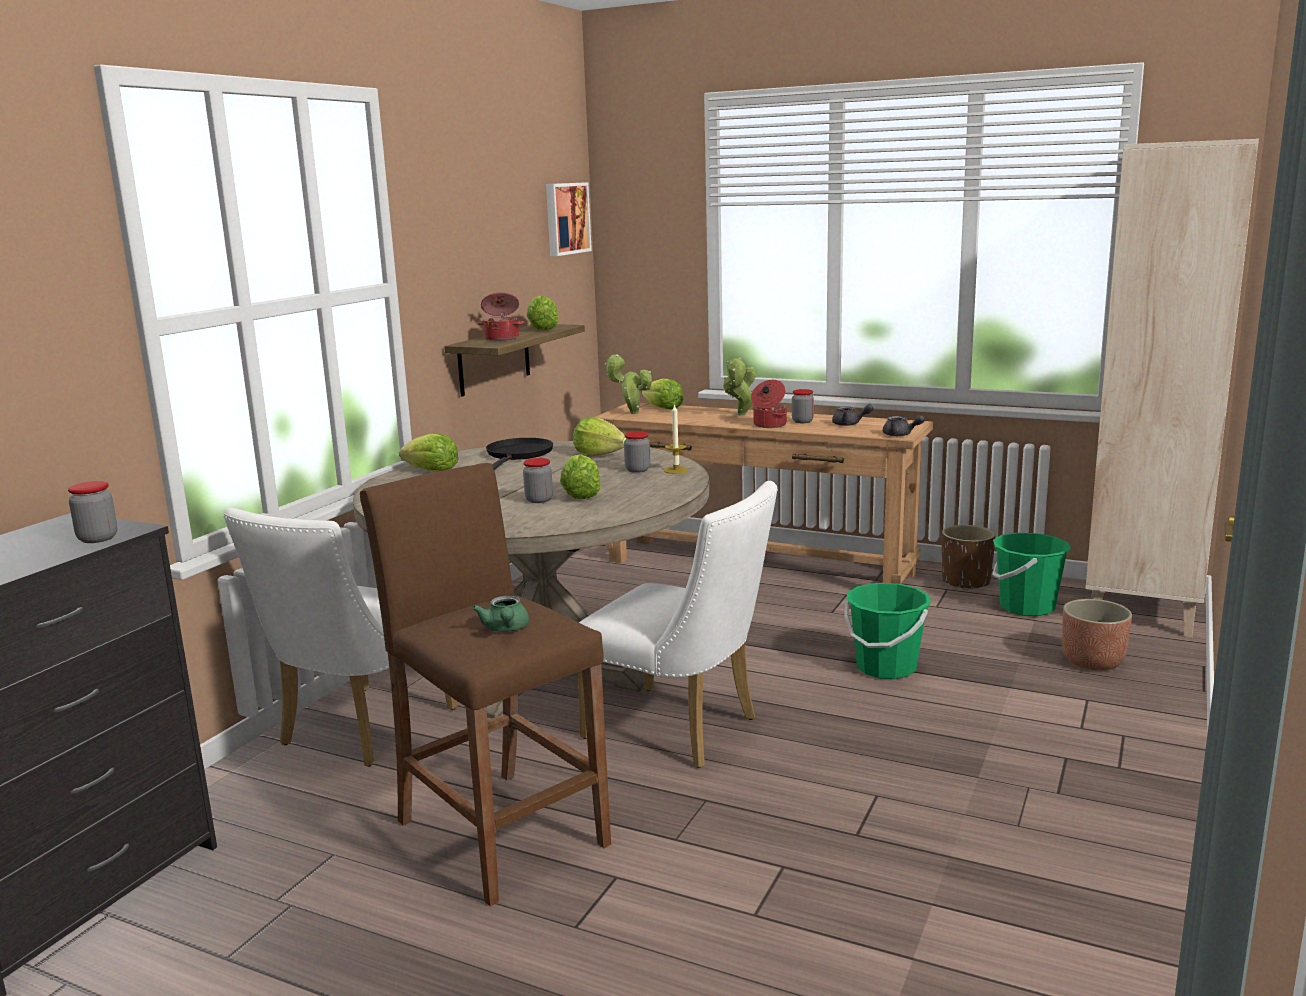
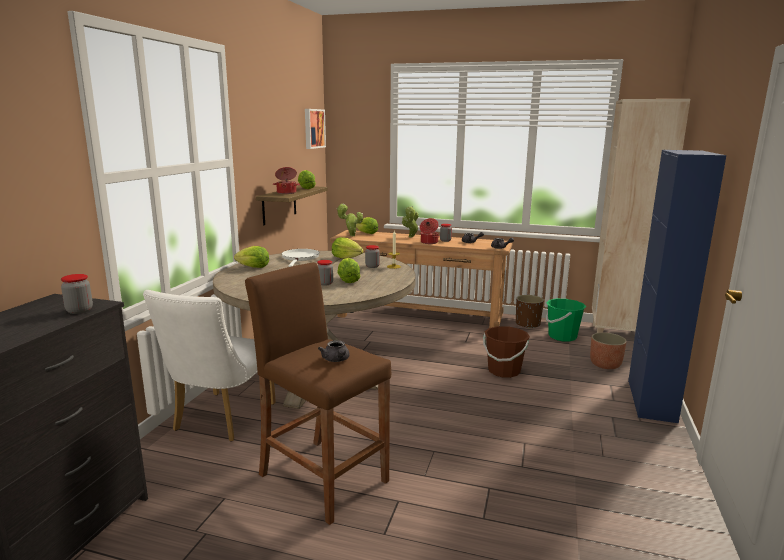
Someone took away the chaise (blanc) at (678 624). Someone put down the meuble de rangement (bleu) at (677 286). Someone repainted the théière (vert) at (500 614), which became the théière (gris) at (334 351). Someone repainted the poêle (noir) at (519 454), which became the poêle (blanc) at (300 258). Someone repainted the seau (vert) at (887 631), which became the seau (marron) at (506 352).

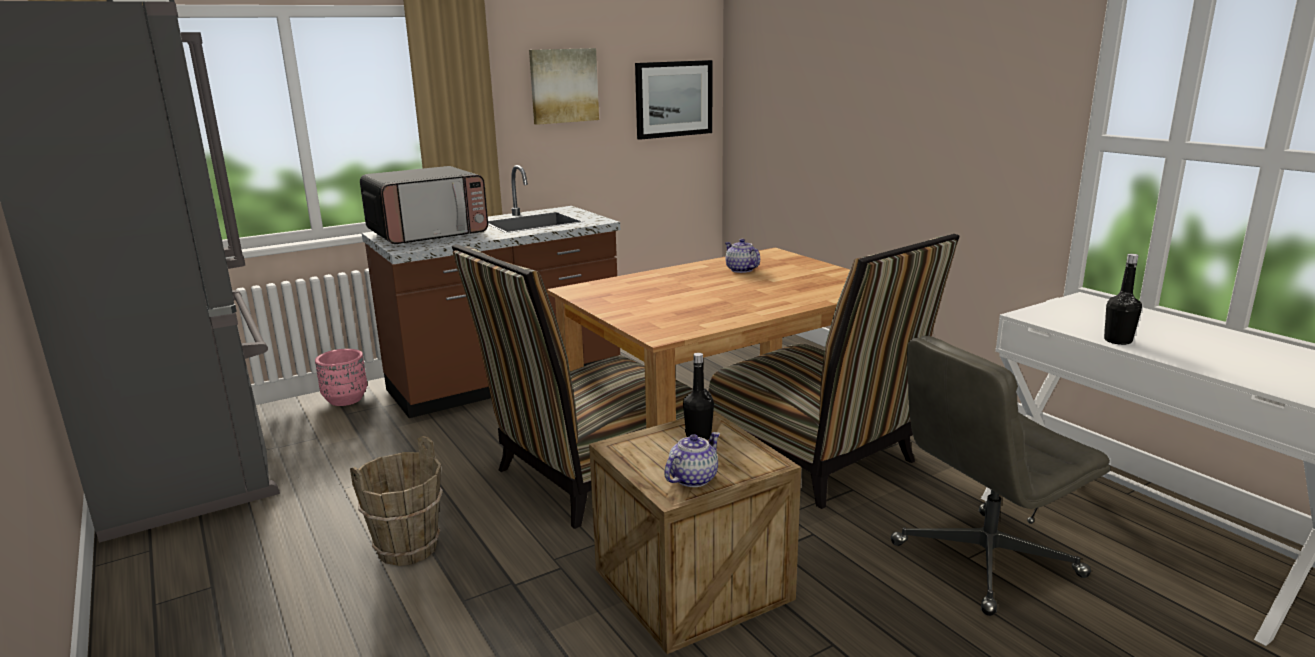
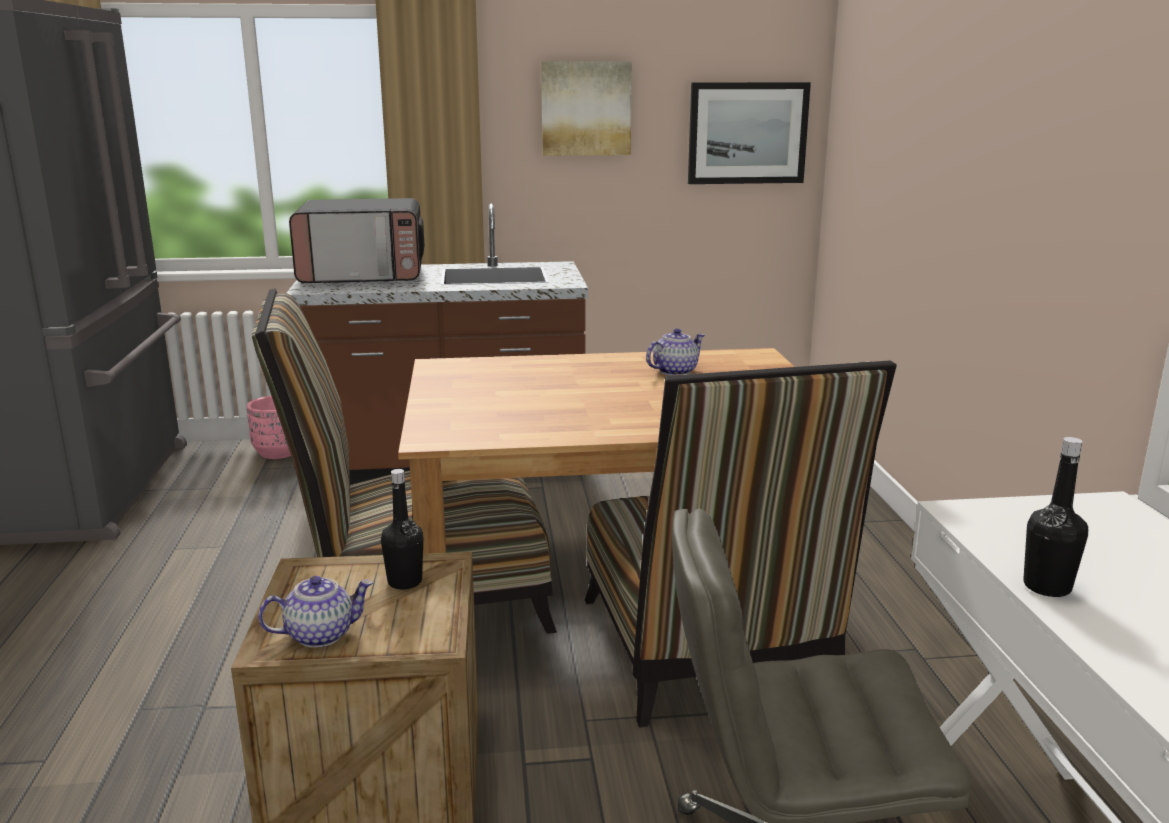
Someone took away the seau (marron) at (396 501). Someone rotated the théière at (742 256) by 60 degrees clockwise.

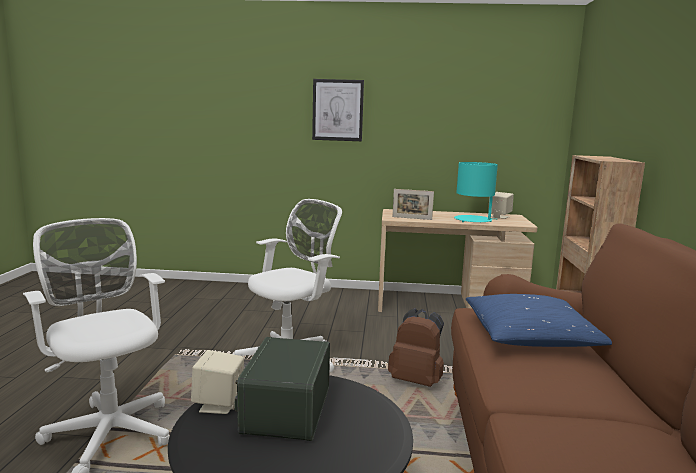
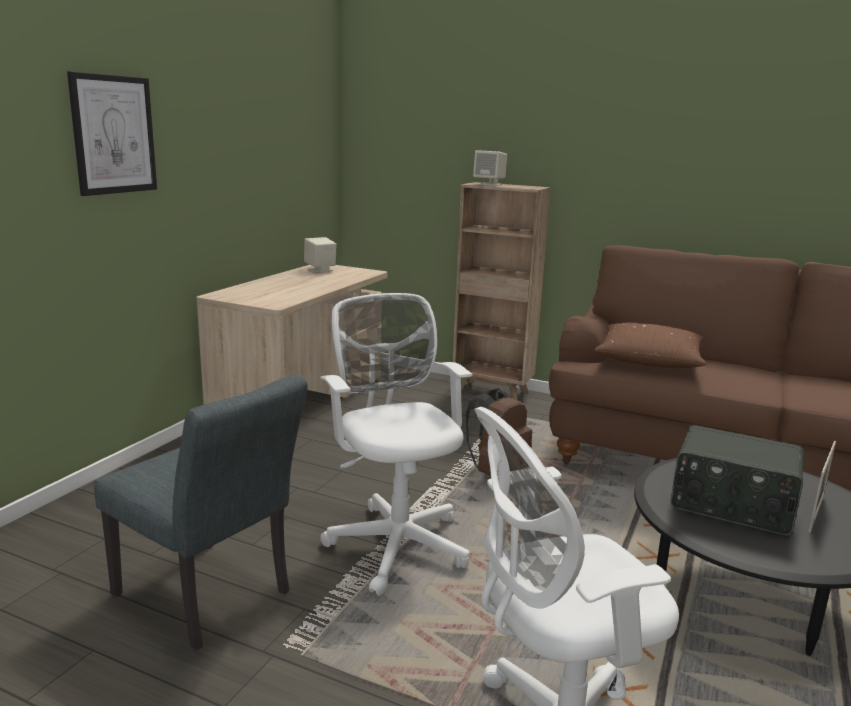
Someone took away the lampe de table (turquoise) at (476 192). Someone put down the chaise (gris) at (201 512). Someone carried the enceinte (beige) from (217 382) to (490 168). Someone carried the cadre photo from (413 204) to (822 487). Someone repainted the coussin (bleu) at (539 320), which became the coussin (marron) at (650 345).

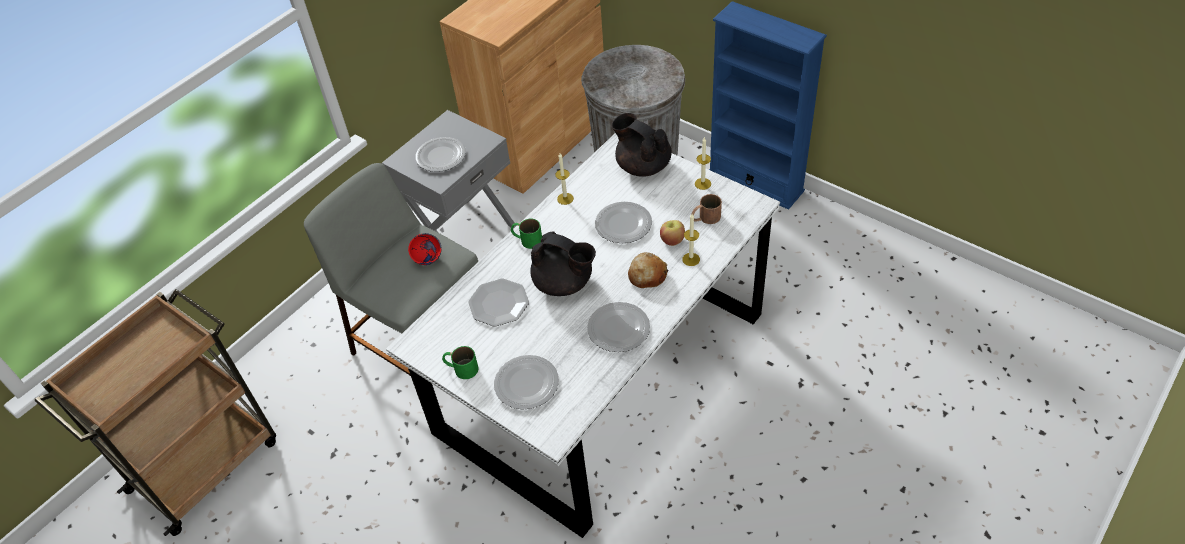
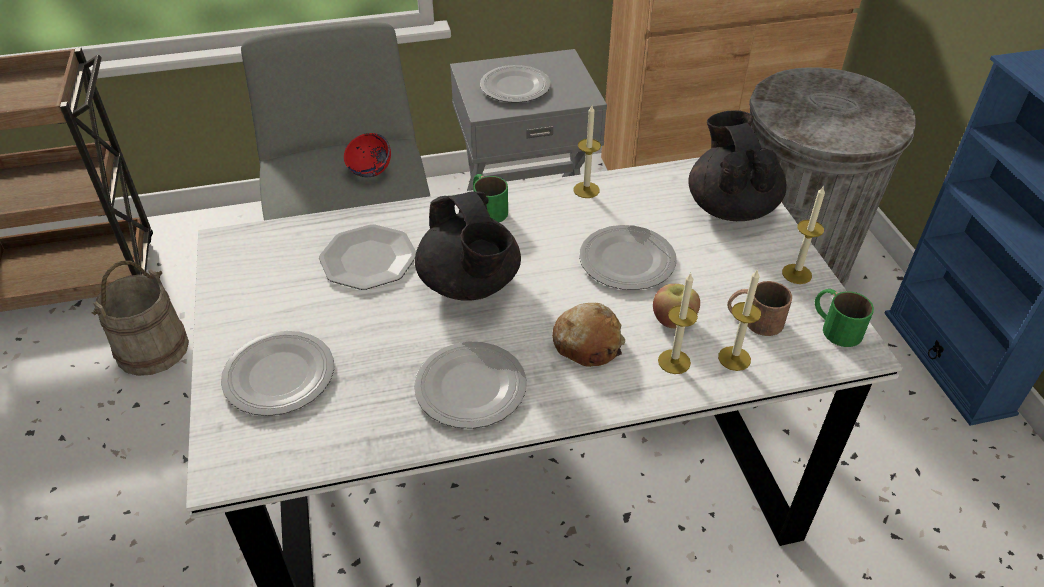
Someone put down the seau (beige) at (140 318). Someone put down the bougie at (739 320). Someone carried the mug (vert) from (460 362) to (844 318).

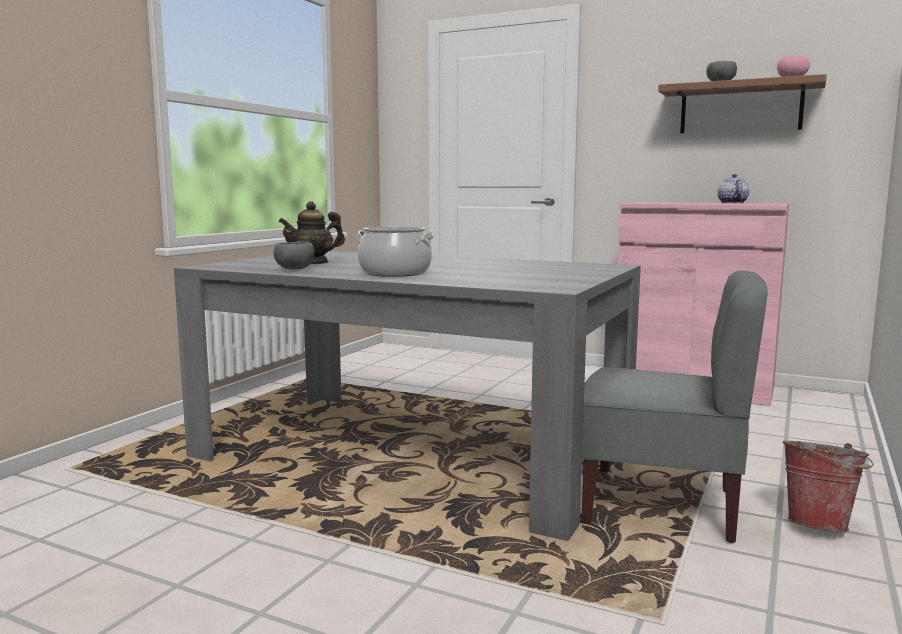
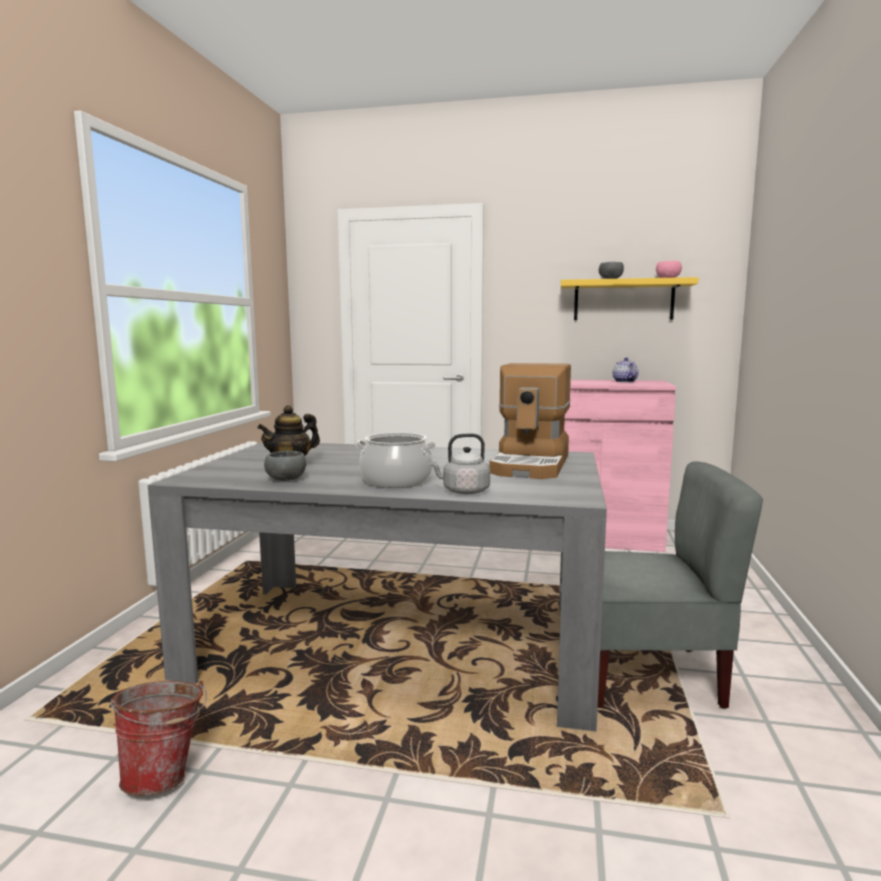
Someone put down the bouilloire (gris) at (459 463). Someone put down the machine à café at (530 421). Someone carried the seau from (828 486) to (158 738). Someone repainted the étagère (marron) at (742 104), which became the étagère (jaune) at (629 298).

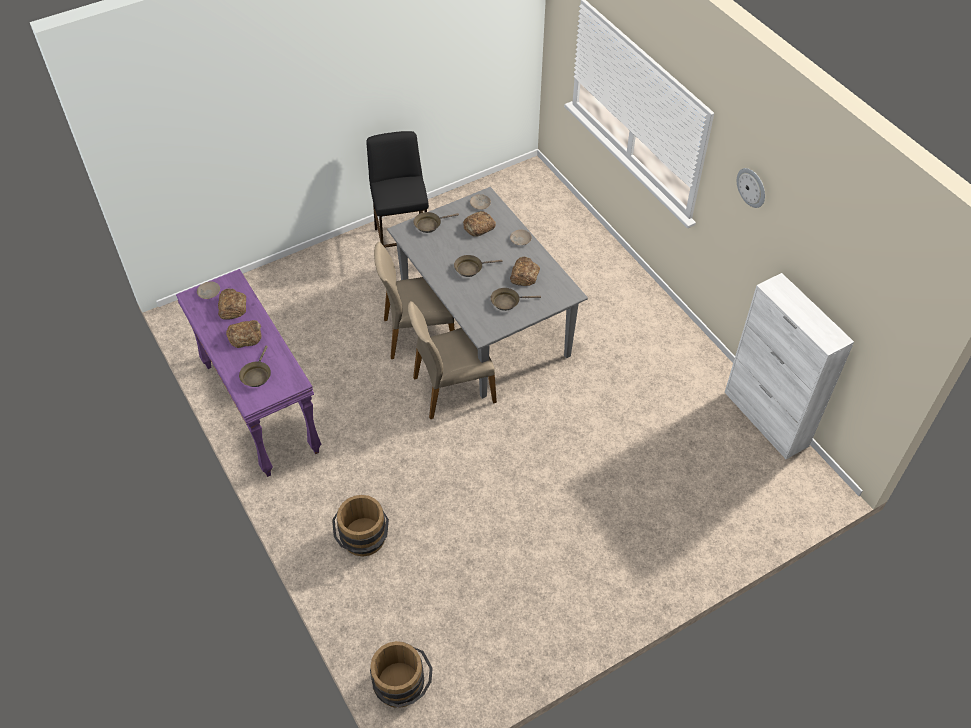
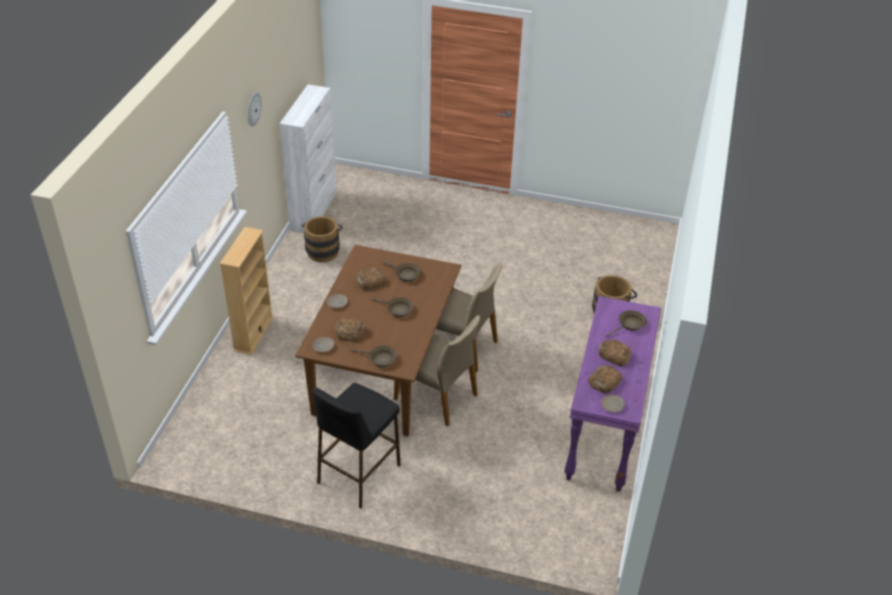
Someone put down the bibliothèque (beige) at (247 291). Someone carried the seau (marron) from (401 674) to (322 239). Someone repainted the table à manger (gris) at (487 293), which became the table à manger (marron) at (378 341).

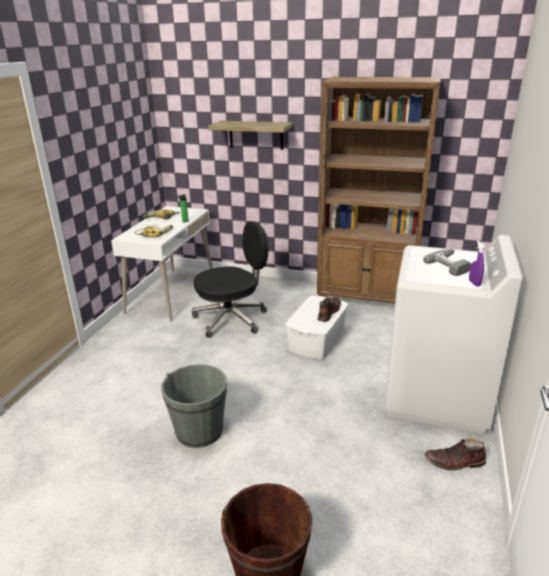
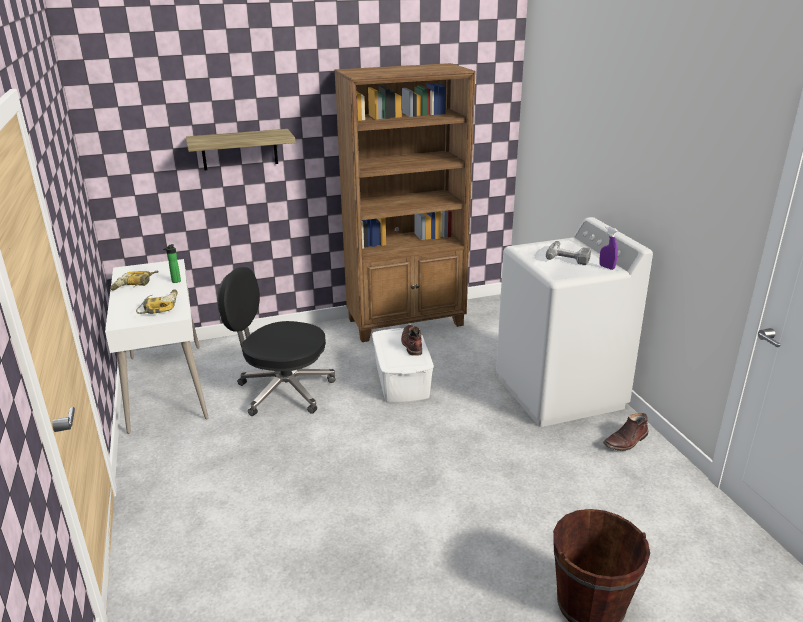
Someone took away the seau (gris) at (194 406). Someone rotated the chaise de bureau (noir) at (230 279) by 105 degrees counterclockwise.

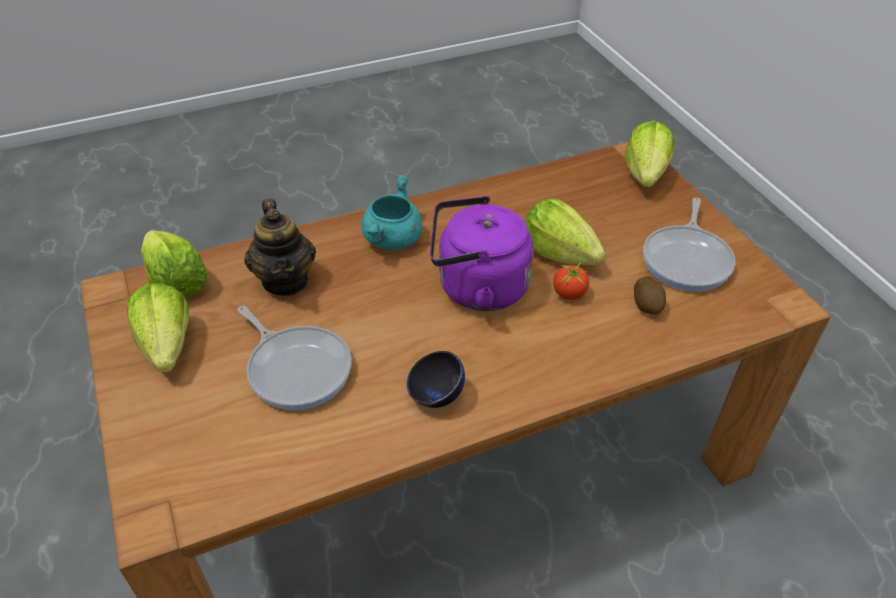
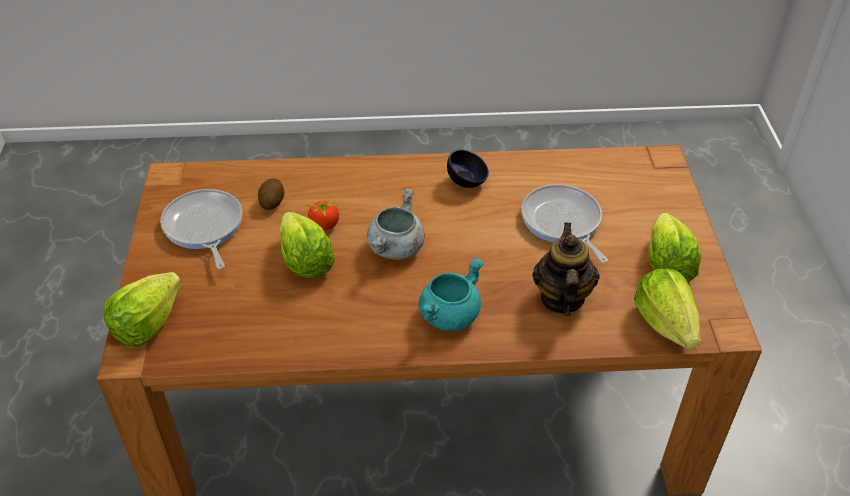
Someone swapped the bouilloire (violet) at (482 253) for the marmite (gris) at (396 224). Someone rotated the poêle at (689 244) by 60 degrees counterclockwise.

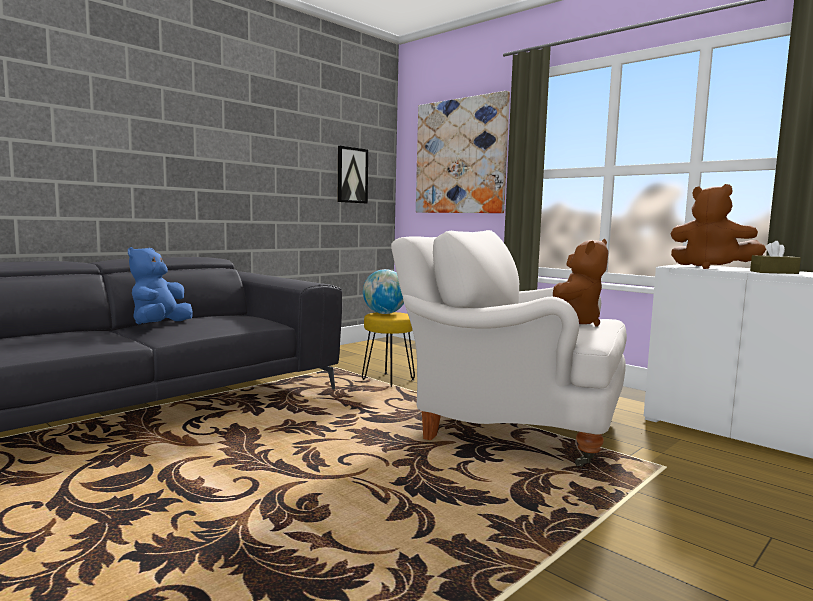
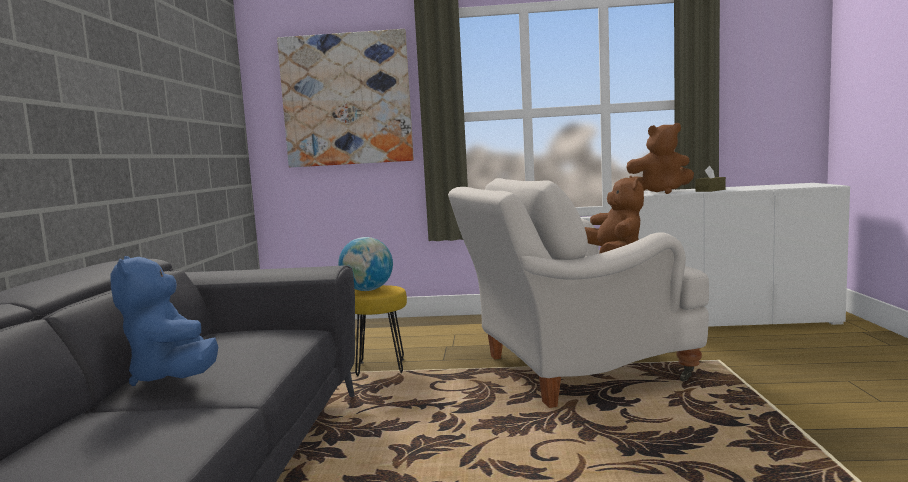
Someone took away the tableau at (353 175).

